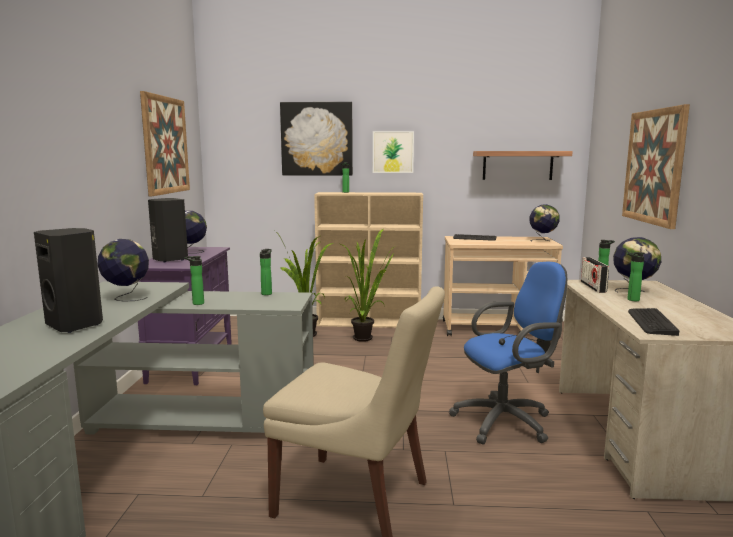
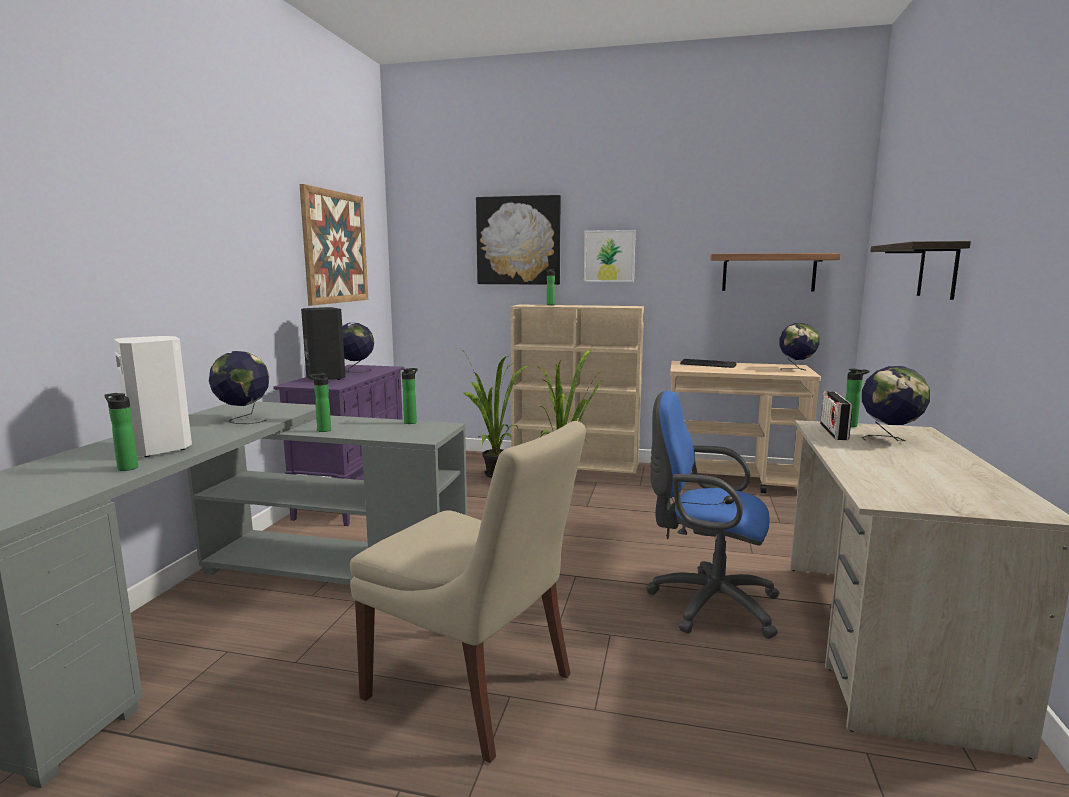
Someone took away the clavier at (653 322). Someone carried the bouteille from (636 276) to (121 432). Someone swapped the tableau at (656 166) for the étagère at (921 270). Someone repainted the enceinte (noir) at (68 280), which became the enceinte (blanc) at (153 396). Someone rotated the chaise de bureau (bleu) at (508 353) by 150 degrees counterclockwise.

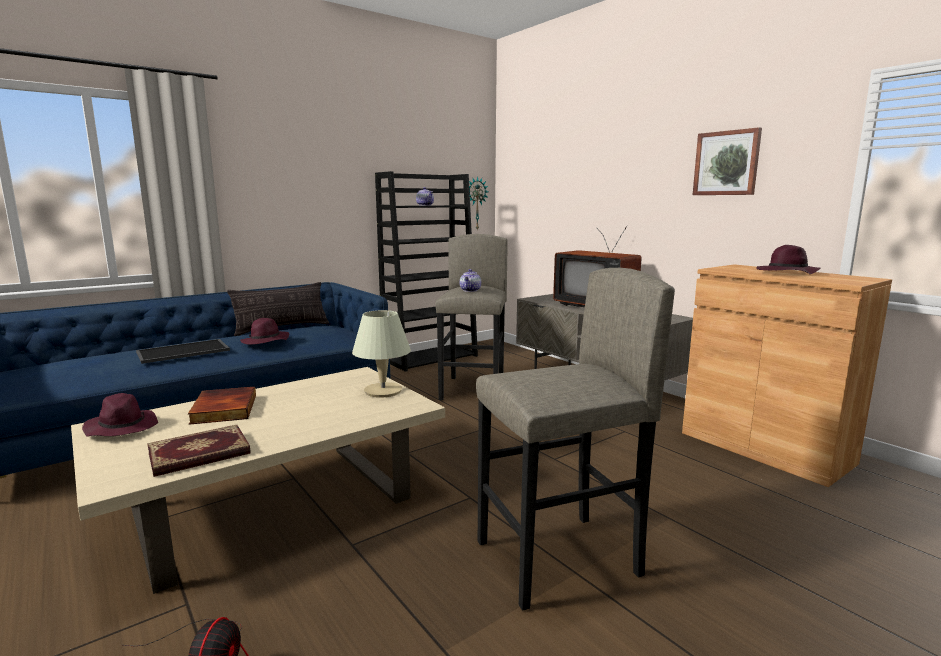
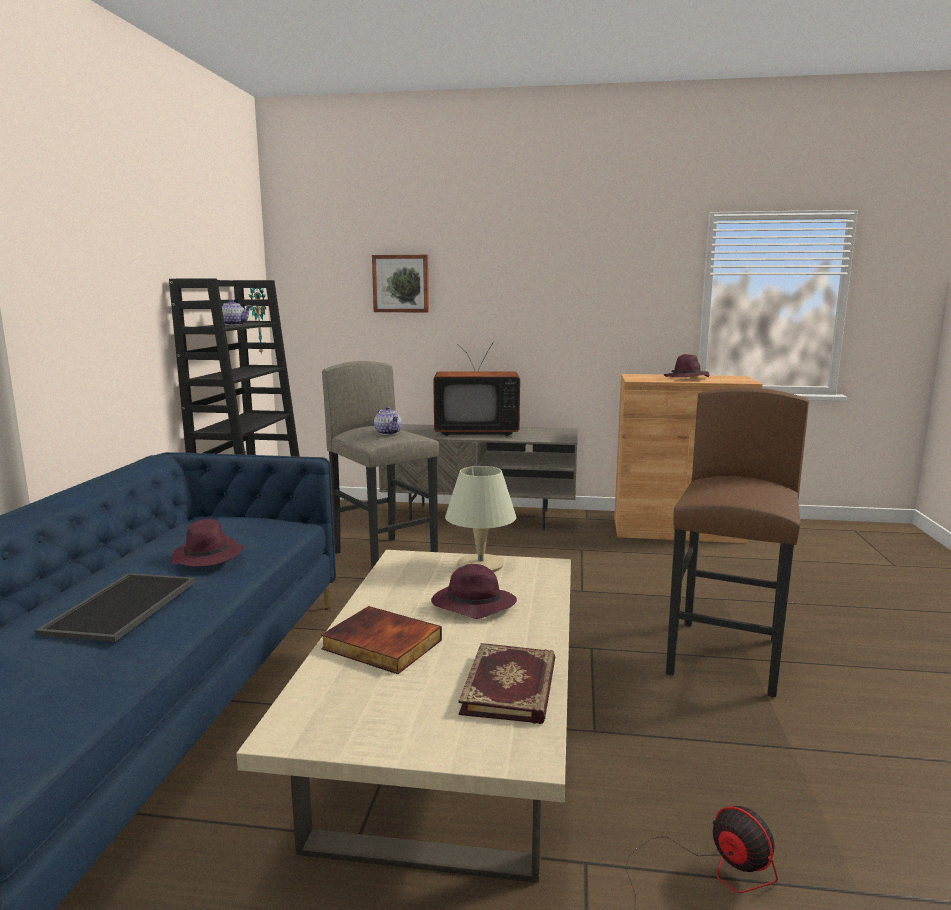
Someone took away the coussin at (278 309). Someone carried the chapeau (violet) from (120 415) to (474 591). Someone carried the tableau from (727 161) to (400 283). Someone repainted the tabouret (gris) at (575 439), which became the tabouret (marron) at (737 542).

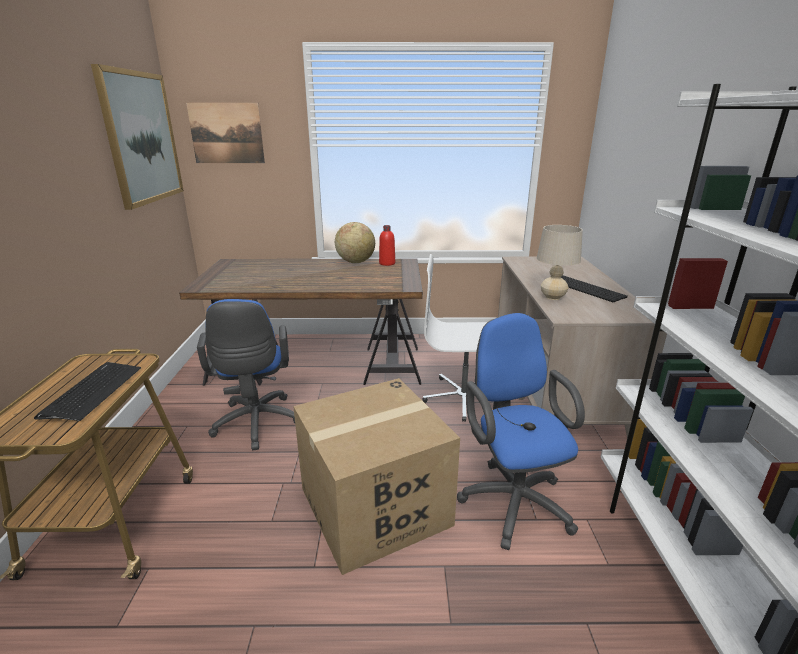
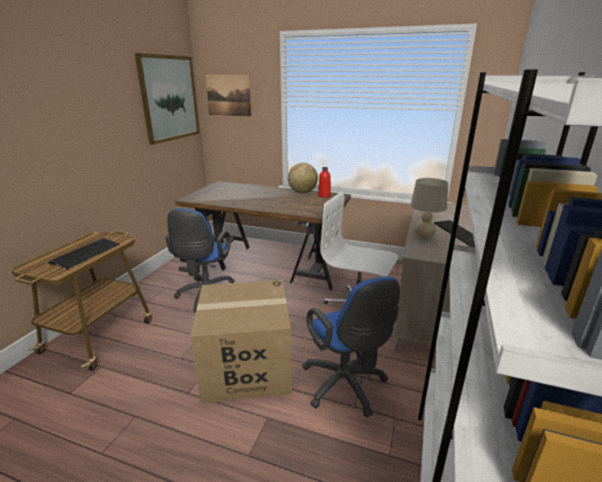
Someone rotated the chaise de bureau (bleu) at (521 431) by 150 degrees clockwise.

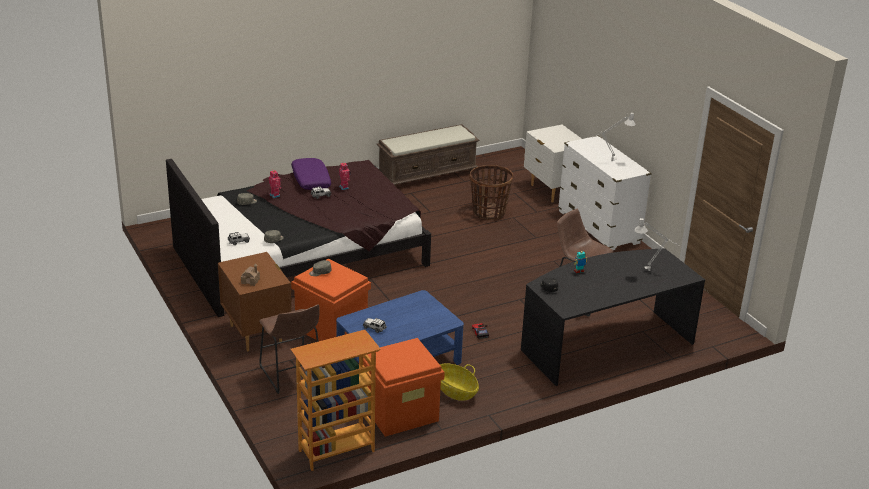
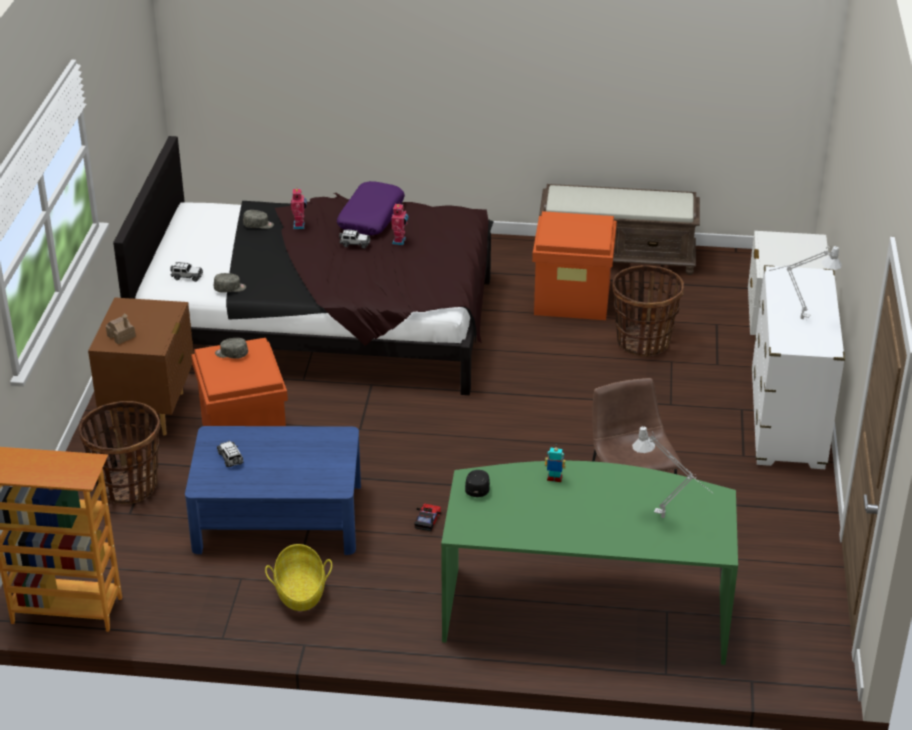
Someone carried the boîte de rangement (orange) from (404 387) to (574 265). Someone swapped the tabouret (marron) at (289 349) for the panier at (120 452). Someone repainted the bureau (noir) at (613 317), which became the bureau (vert) at (589 563).

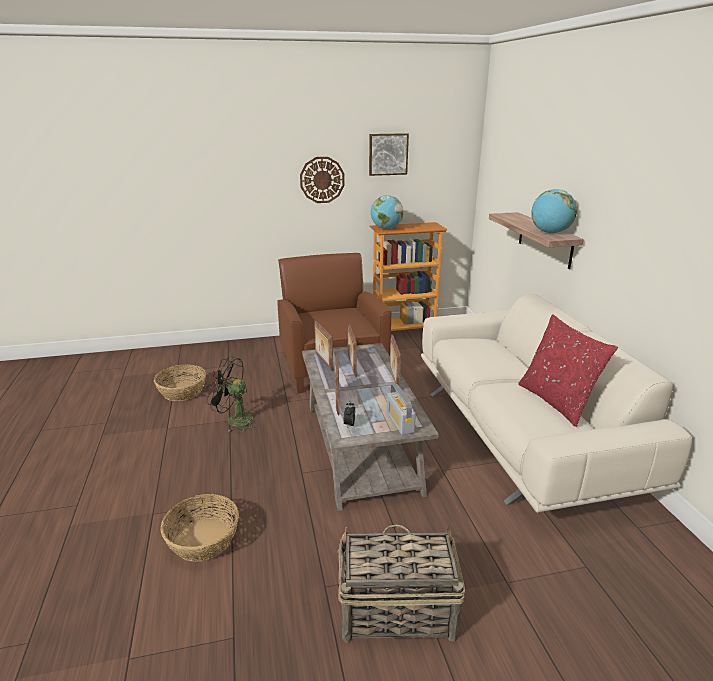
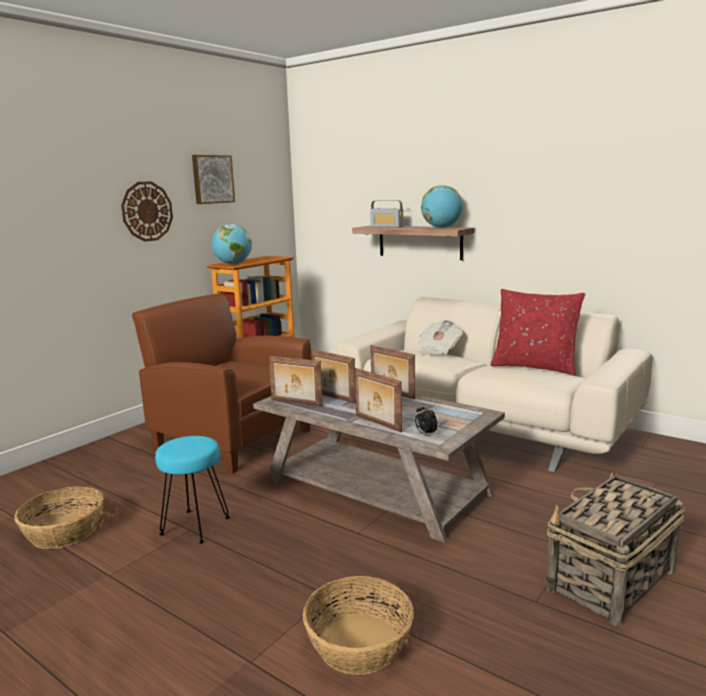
Someone put down the journal at (441 337). Someone carried the radio from (401 409) to (386 214). Someone swapped the ventilateur (noir) at (232 394) for the tabouret (turquoise) at (192 490).

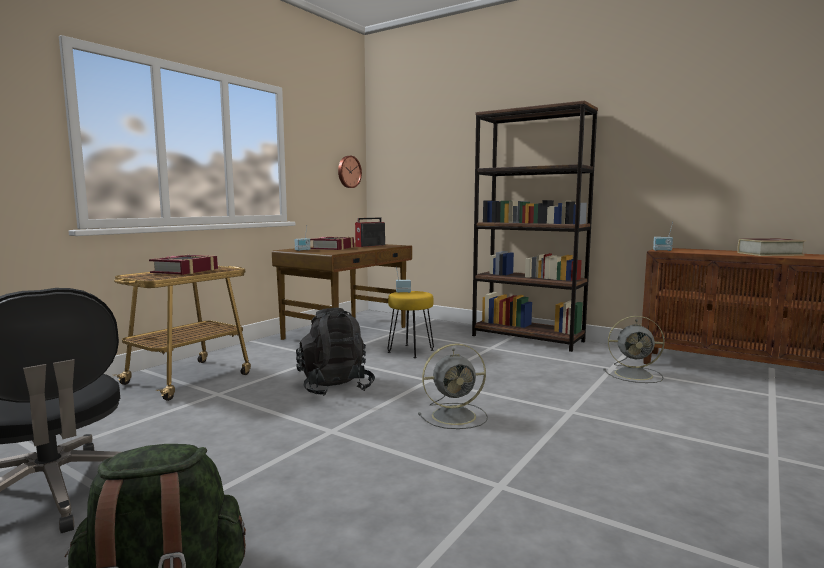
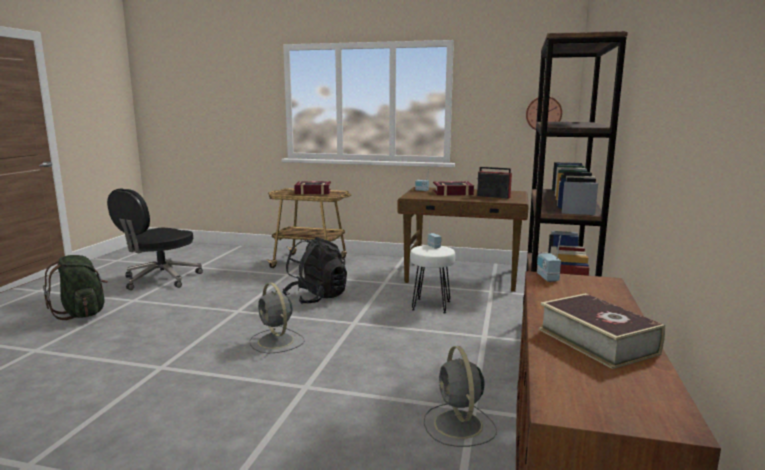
Someone repainted the tabouret (jaune) at (410 324), which became the tabouret (blanc) at (432 279).

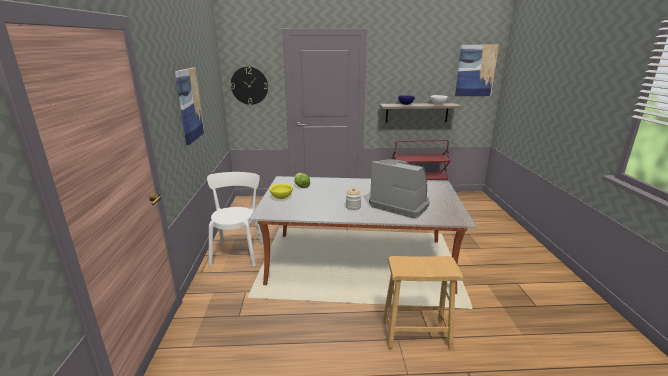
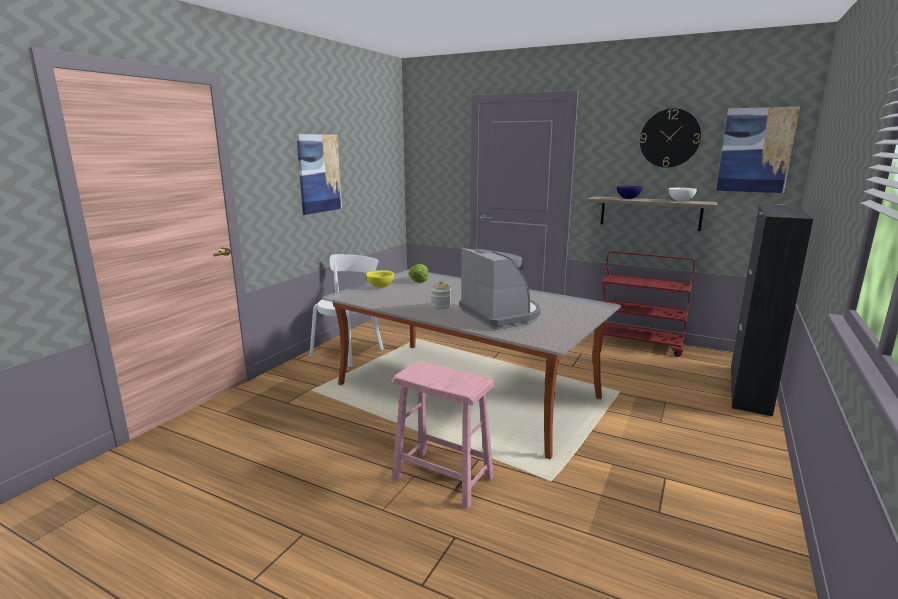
Someone put down the meuble de rangement (noir) at (772 310). Someone carried the horloge murale from (249 86) to (670 138). Someone repainted the tabouret (marron) at (423 302), which became the tabouret (rose) at (443 435).

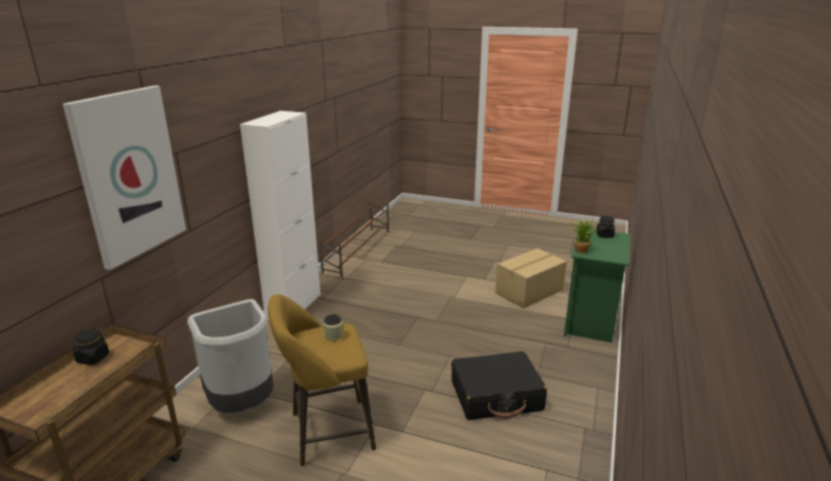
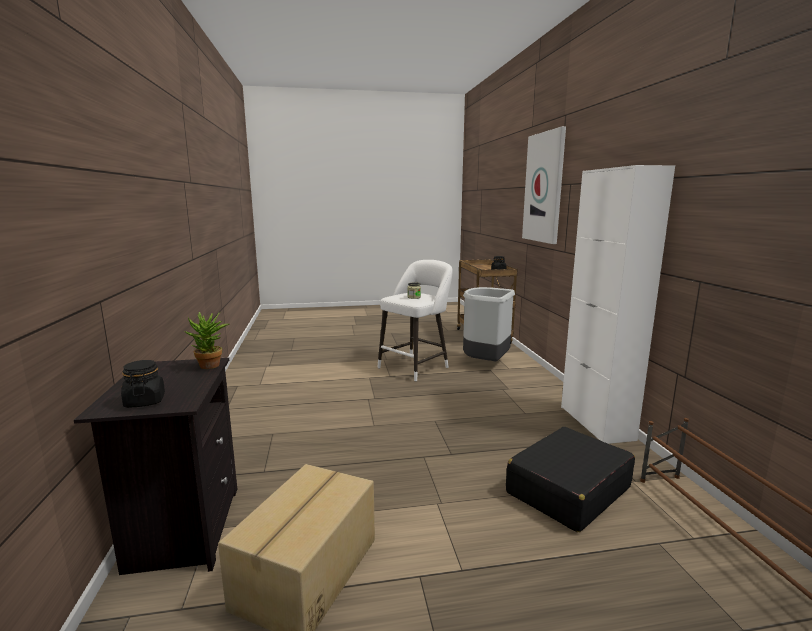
Someone carried the valise (noir) from (499 385) to (570 479). Someone repainted the tabouret (jaune) at (322 380), which became the tabouret (blanc) at (415 321). Someone repainted the table de chevet (vert) at (597 286), which became the table de chevet (noir) at (155 466).

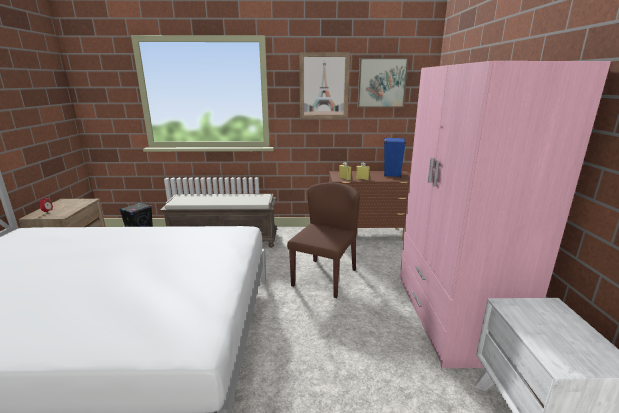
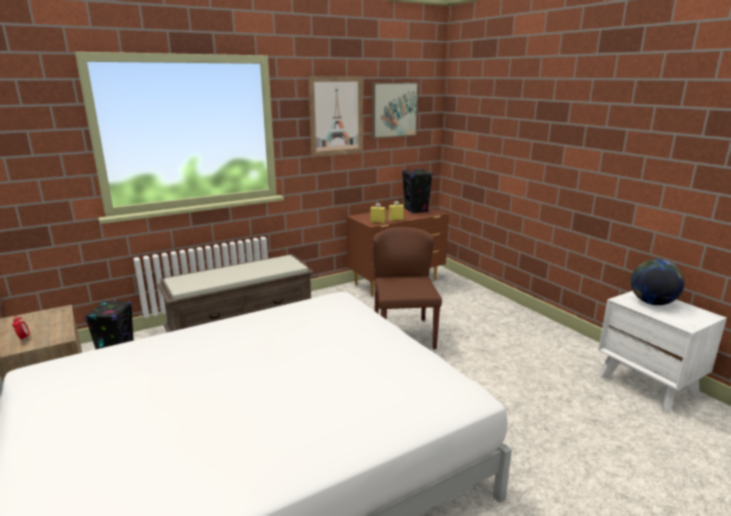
Someone took away the armoire (rose) at (505 214). Someone put down the globe at (657 282). Someone repainted the enceinte (bleu) at (395 157), which became the enceinte (noir) at (417 191).

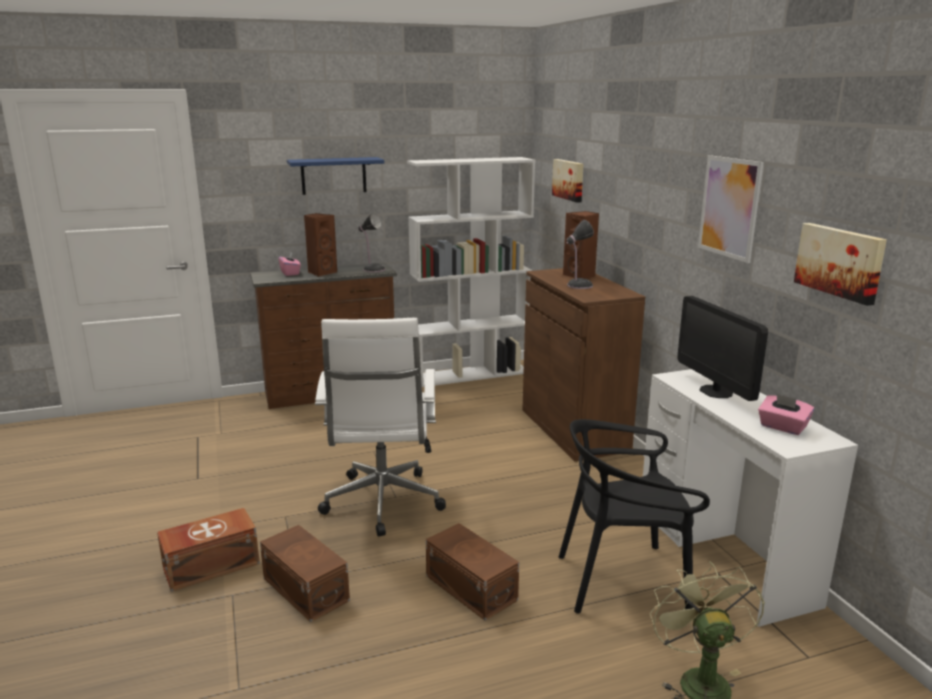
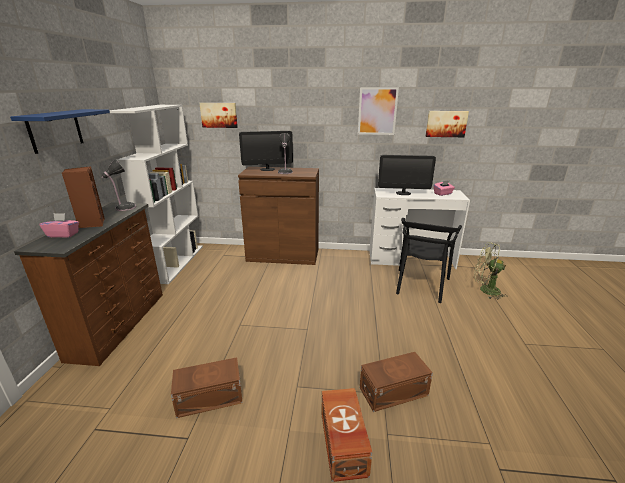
Someone took away the chaise de bureau (blanc) at (380 427). Someone carried the boîte de rangement (marron) from (472 571) to (207 387). Someone swapped the enceinte (marron) at (581 245) for the écran d'ordinateur at (266 151).

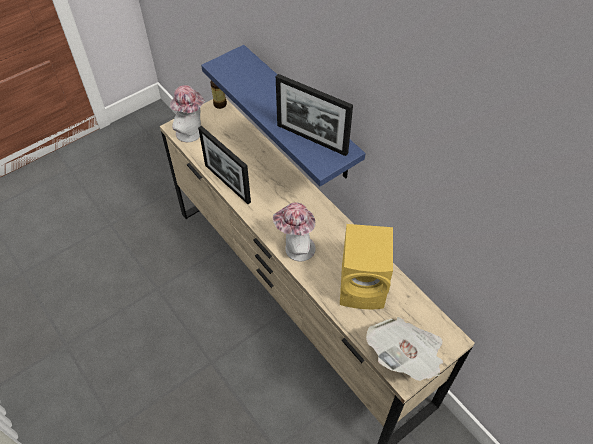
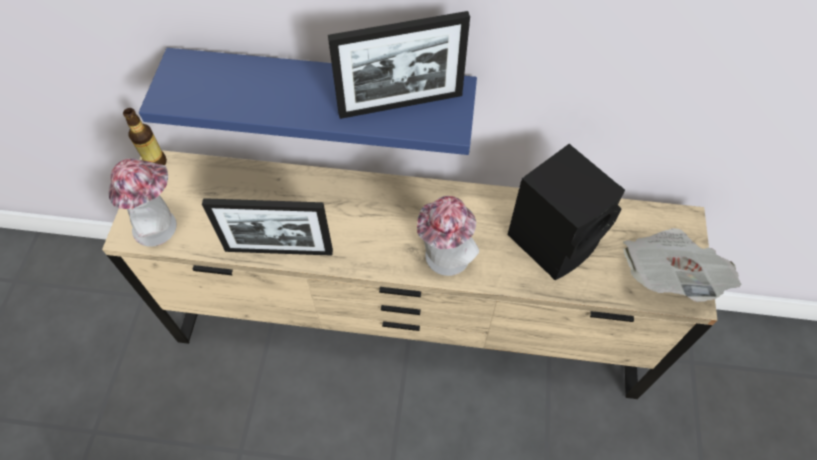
Someone repainted the enceinte (jaune) at (366 266), which became the enceinte (noir) at (566 212).

